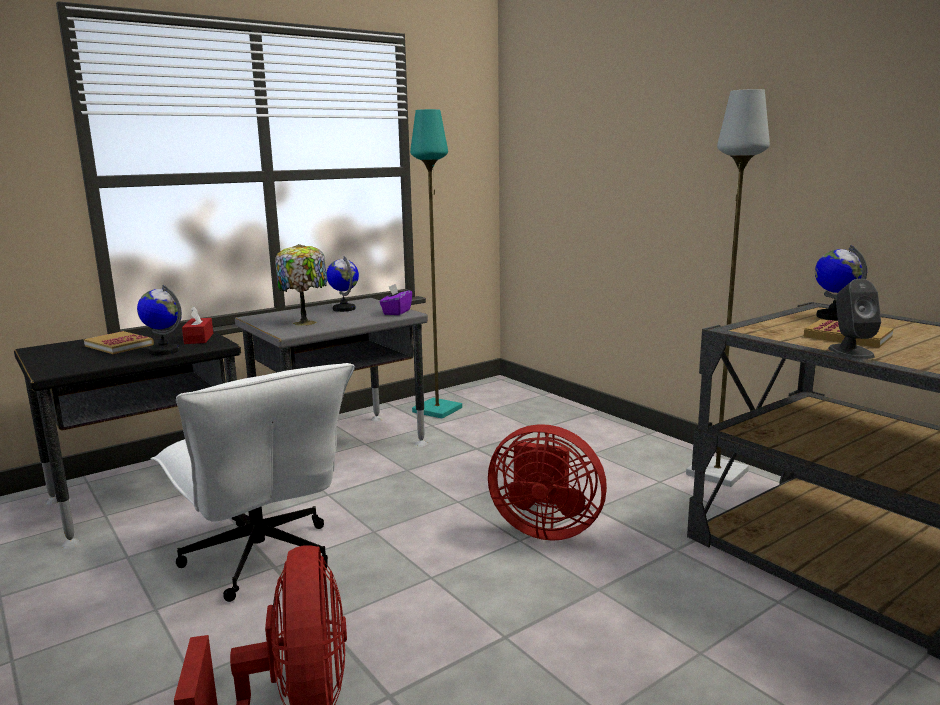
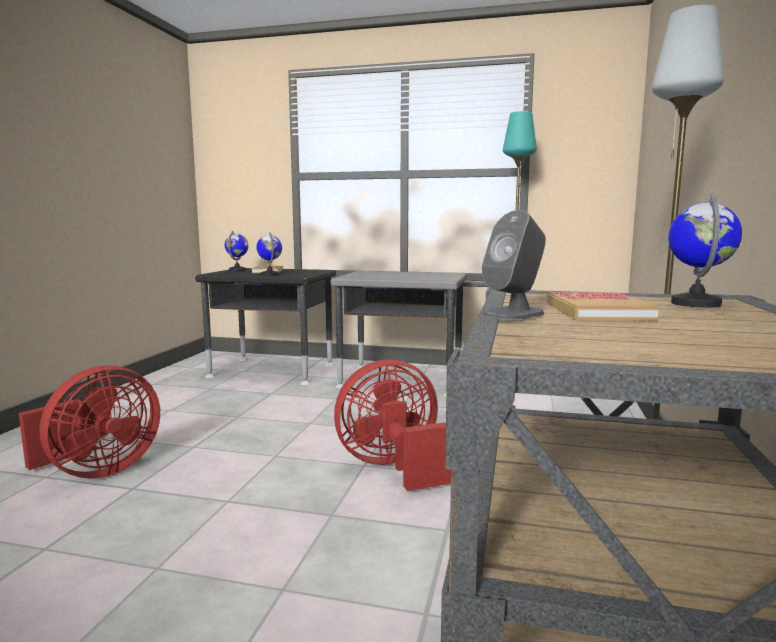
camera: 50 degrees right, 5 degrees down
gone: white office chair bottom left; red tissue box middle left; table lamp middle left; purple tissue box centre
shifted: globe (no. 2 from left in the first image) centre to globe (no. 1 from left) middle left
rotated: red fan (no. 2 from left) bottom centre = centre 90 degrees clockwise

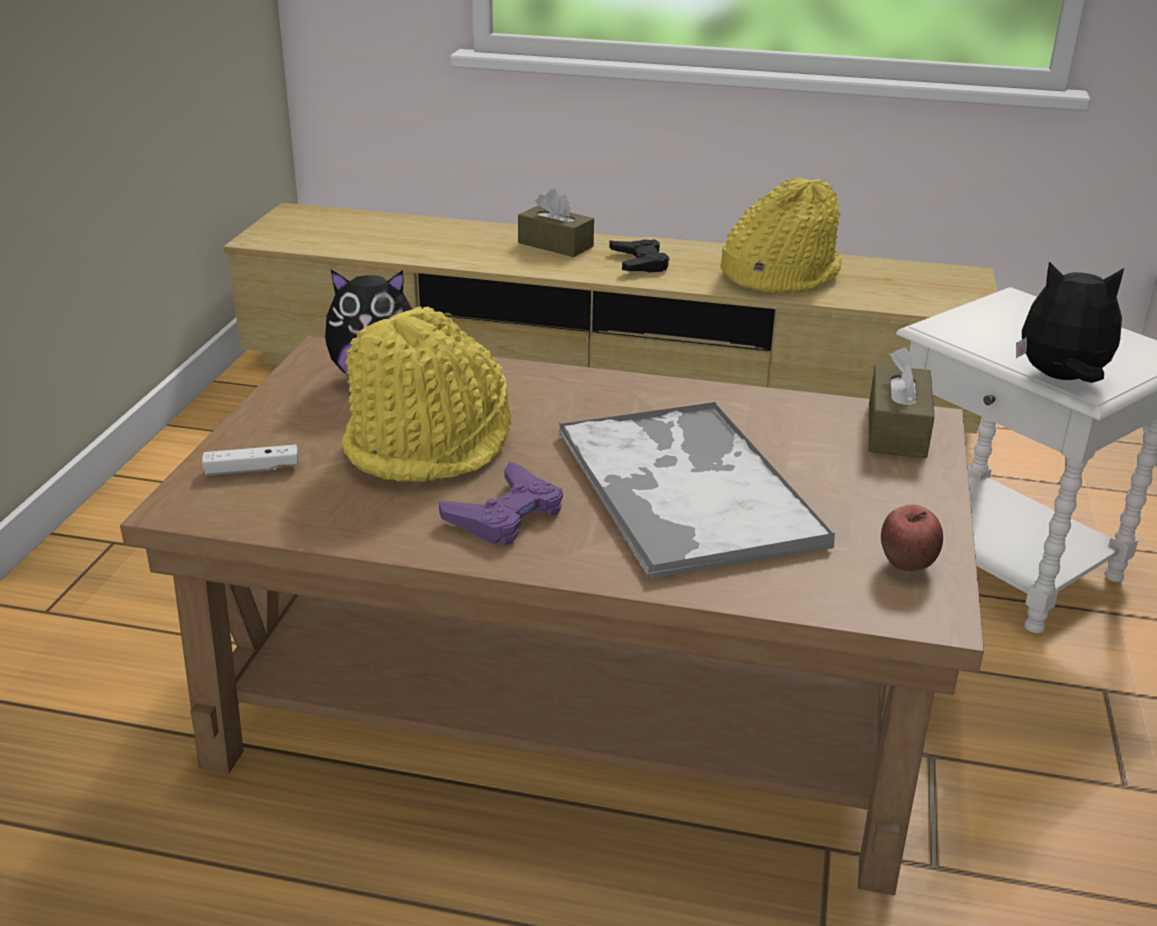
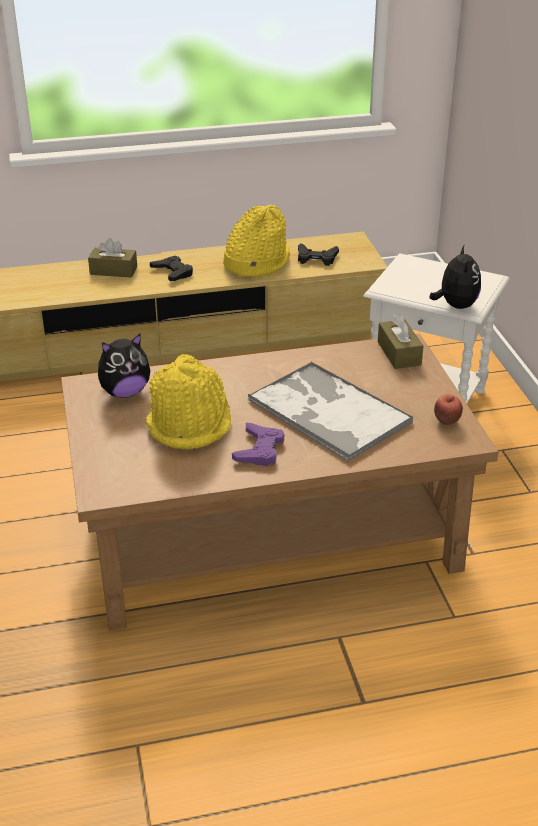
camera: 25 degrees left, 5 degrees up
gone: white game controller middle left
new: black game controller (no. 2 from left) top centre
rotated: plush toy (no. 2 from left) middle right = middle right 105 degrees clockwise

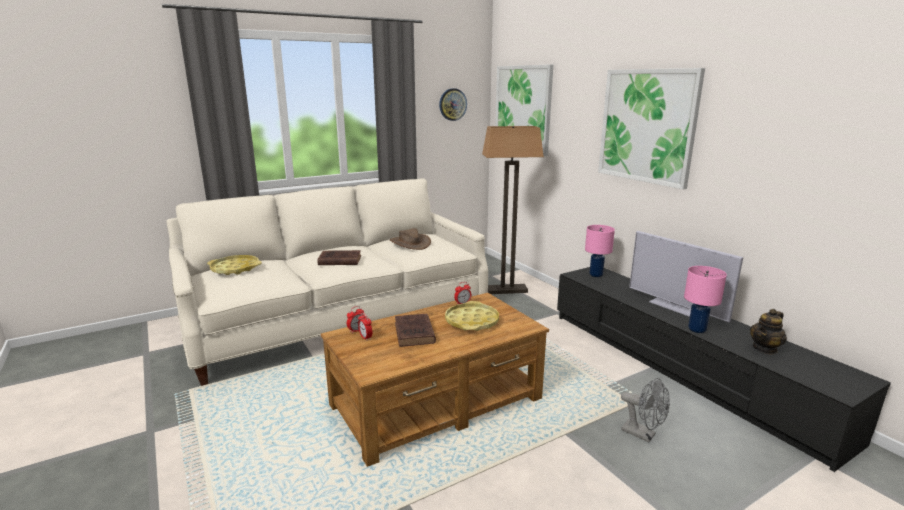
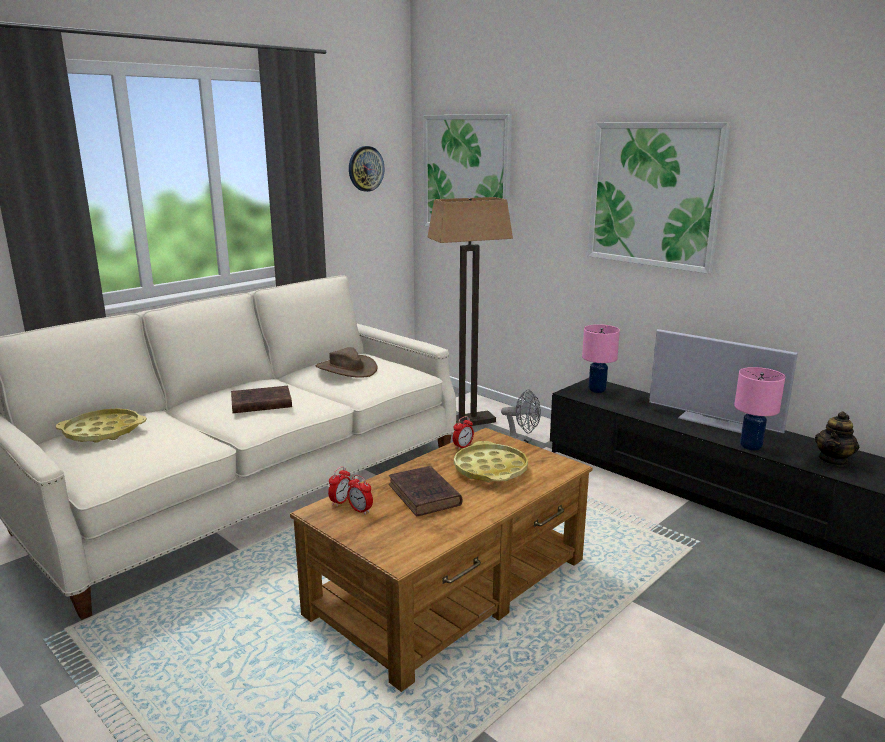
camera: 15 degrees left, 0 degrees up
shifted: grey fan bottom right to centre

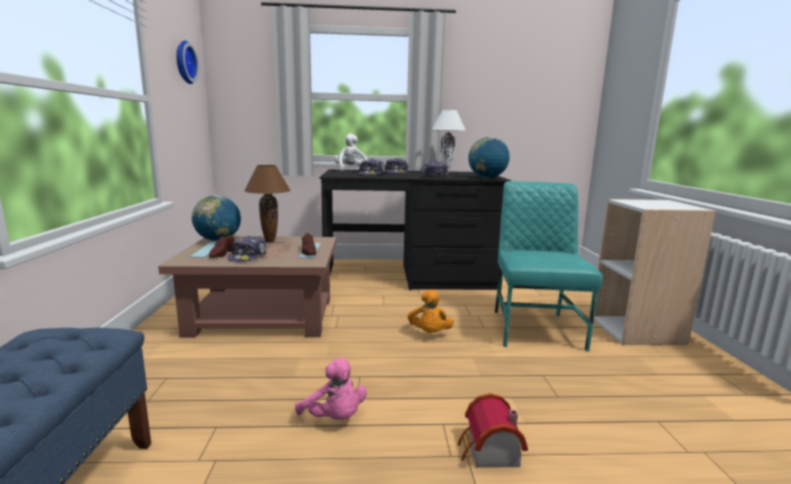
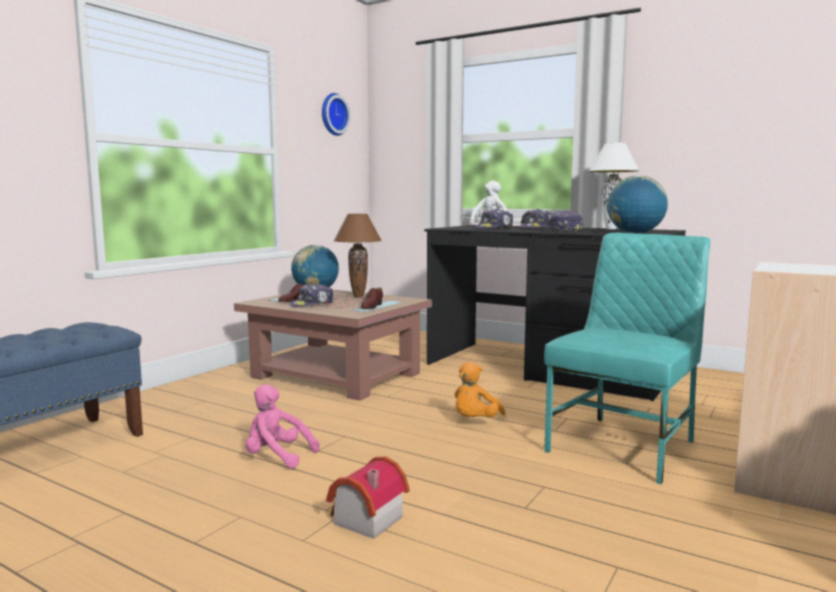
camera: 35 degrees right, 5 degrees down
rotated: pink plush toy bottom centre = bottom centre 120 degrees clockwise

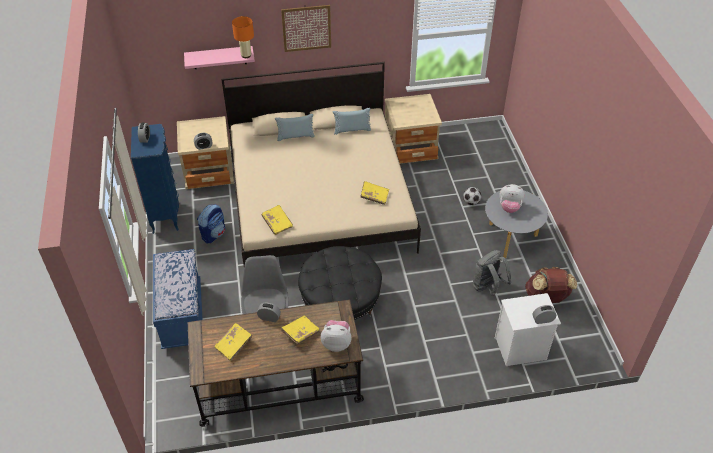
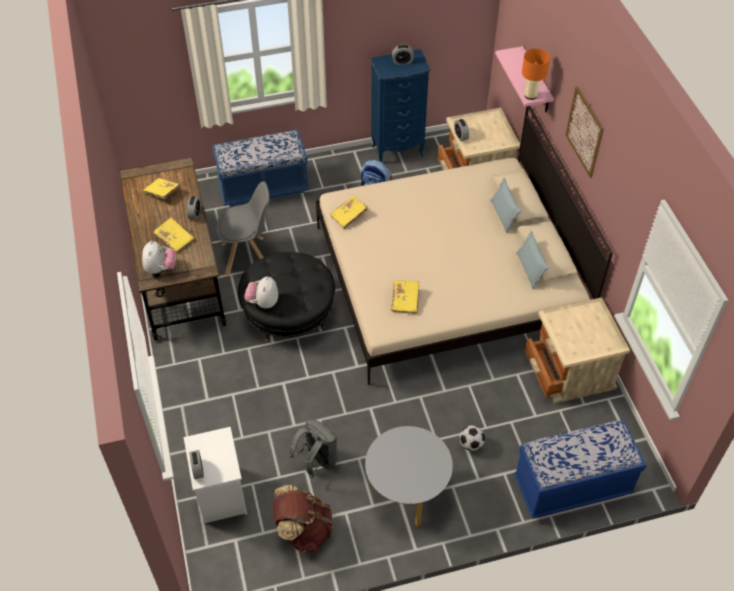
camera: 85 degrees right, 5 degrees up
new: blue bench (no. 2 from left) bottom right
shifted: plush toy (no. 2 from left) middle right to centre

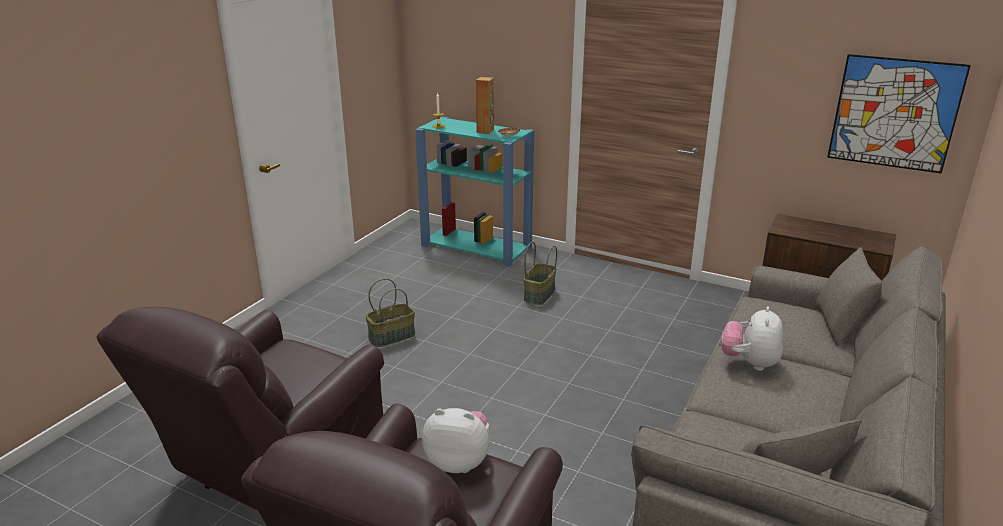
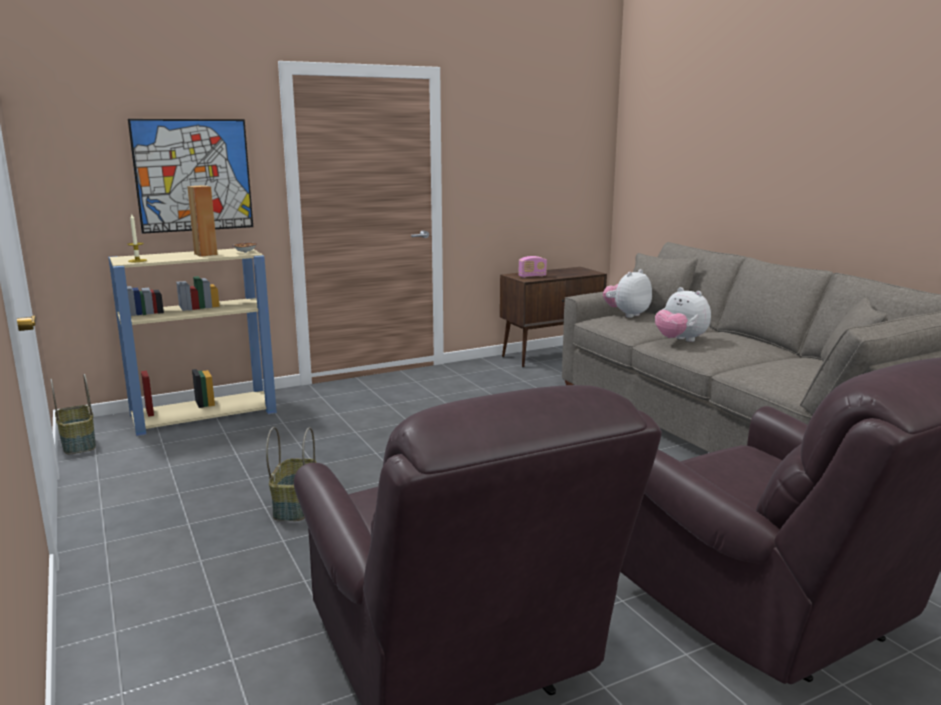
camera: 55 degrees left, 10 degrees down
new: radio centre
shifted: basket (no. 2 from left in the first image) centre to basket (no. 1 from left) middle left; picture top right to top left; plush toy (no. 1 from left) bottom centre to centre
repainted: turquoise bookcase centre to beige bookcase middle left

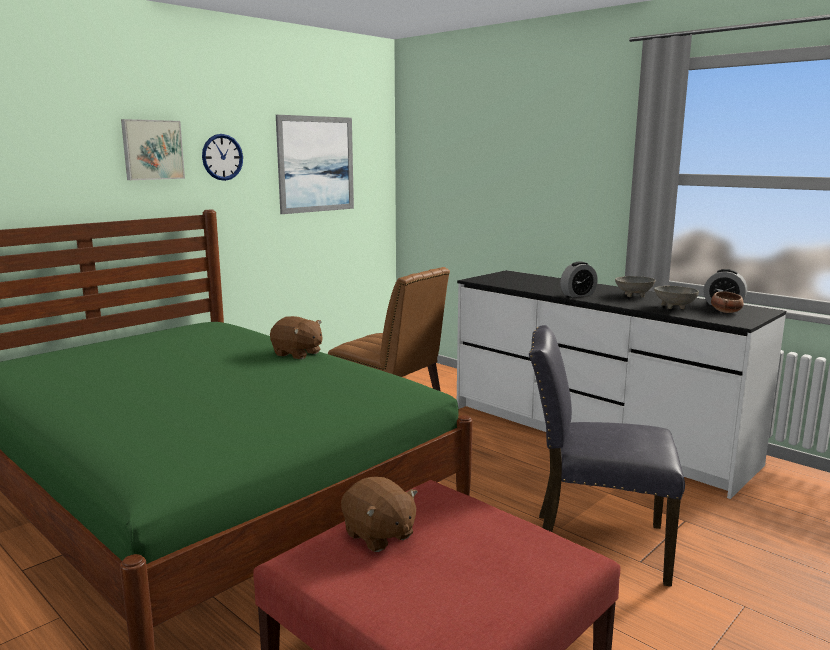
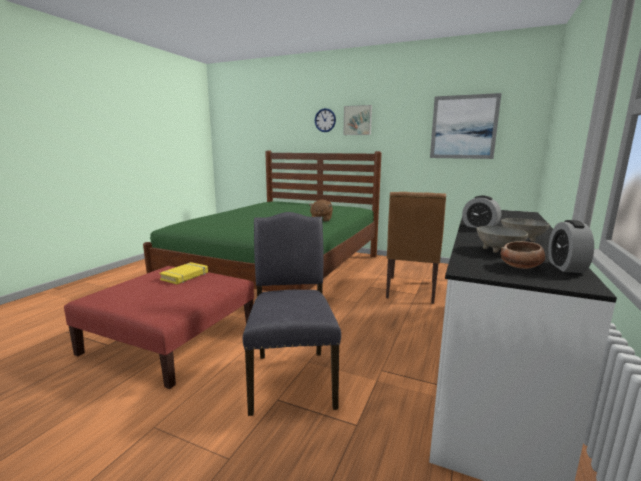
camera: 70 degrees right, 0 degrees up
shifted: wall clock top left to top centre
swapped: brown plush toy (no. 2 from left) bottom centre to yellow book middle left

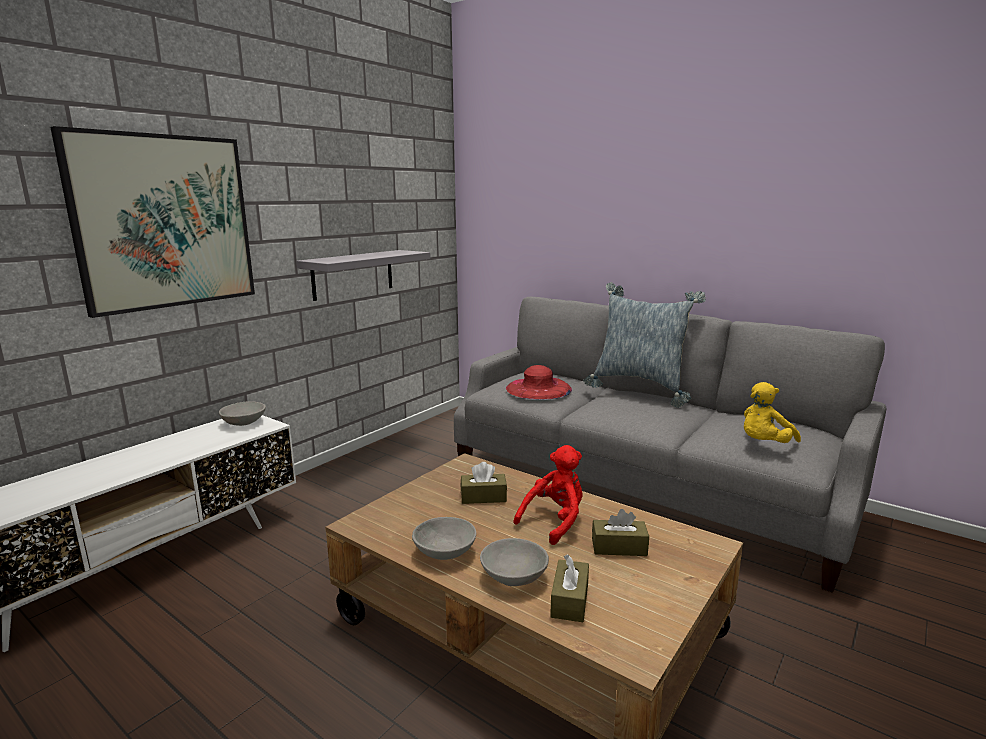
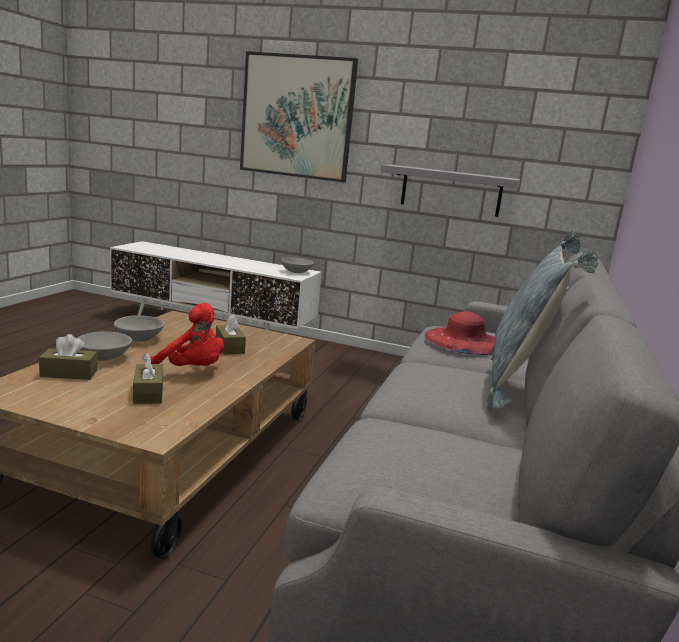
camera: 70 degrees right, 0 degrees up
gone: yellow plush toy middle right

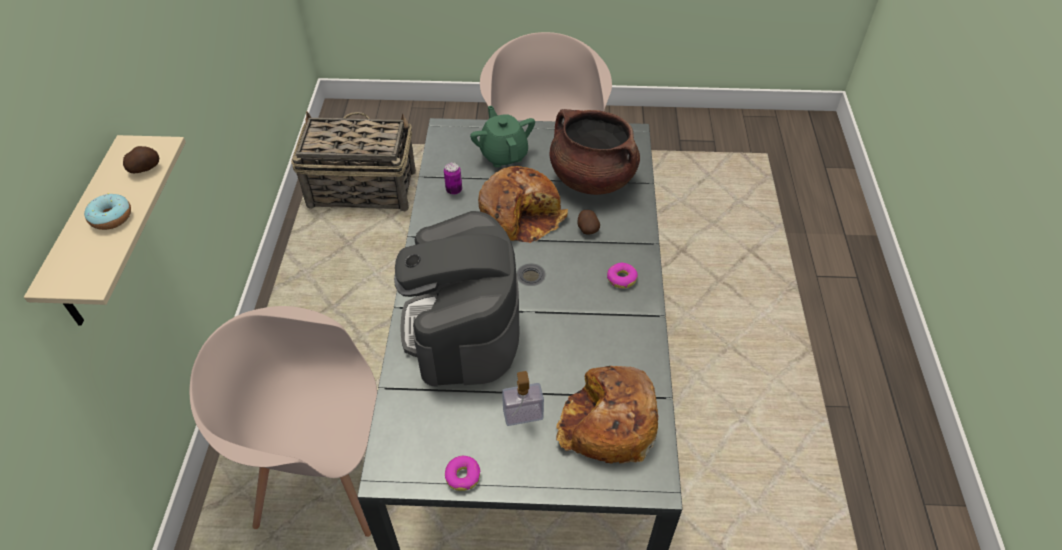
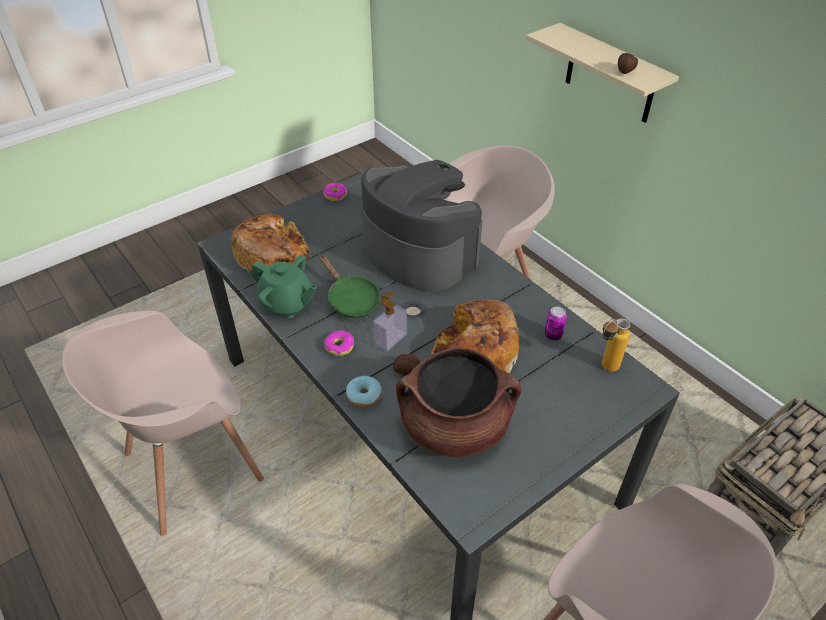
camera: 140 degrees right, 5 degrees down
new: beige chair (no. 1 from left) bottom left; green frying pan centre; bottle middle right
shifted: green teapot top centre to centre; donut (no. 1 from left in the first image) middle left to donut (no. 3 from left) centre; soap dispenser bottom centre to centre

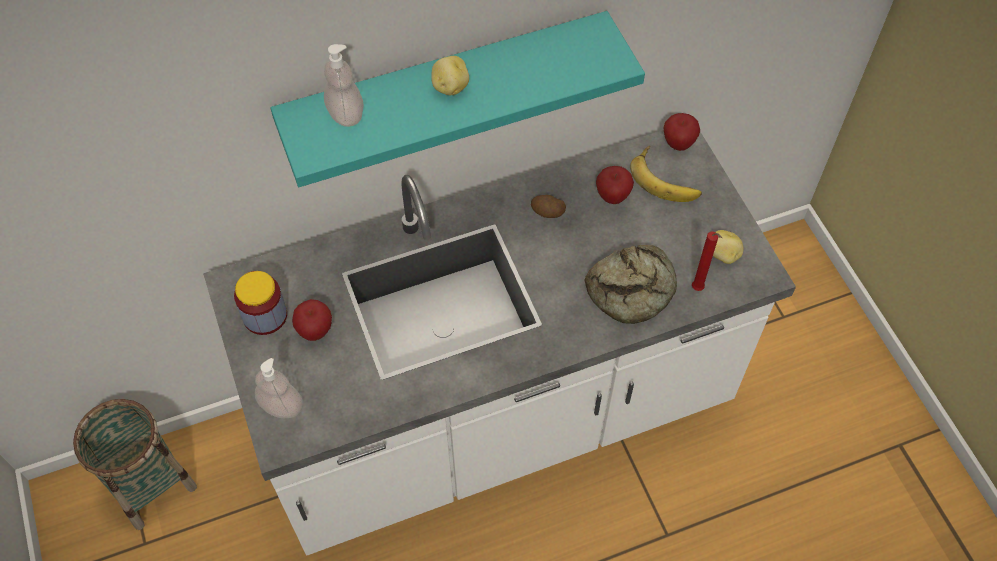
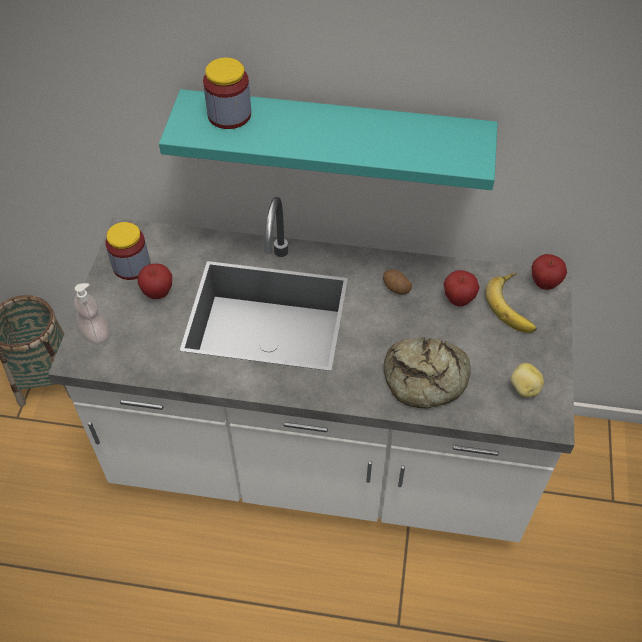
camera: 30 degrees right, 5 degrees down
gone: potato (no. 1 from left) top centre; red candle middle right
swapped: soap dispenser (no. 2 from left) top centre to jar (no. 2 from left) top centre

